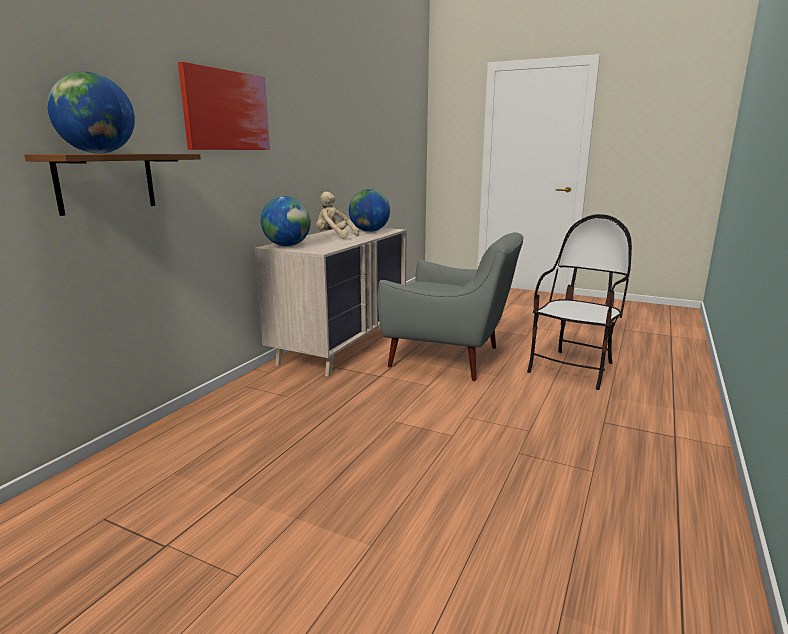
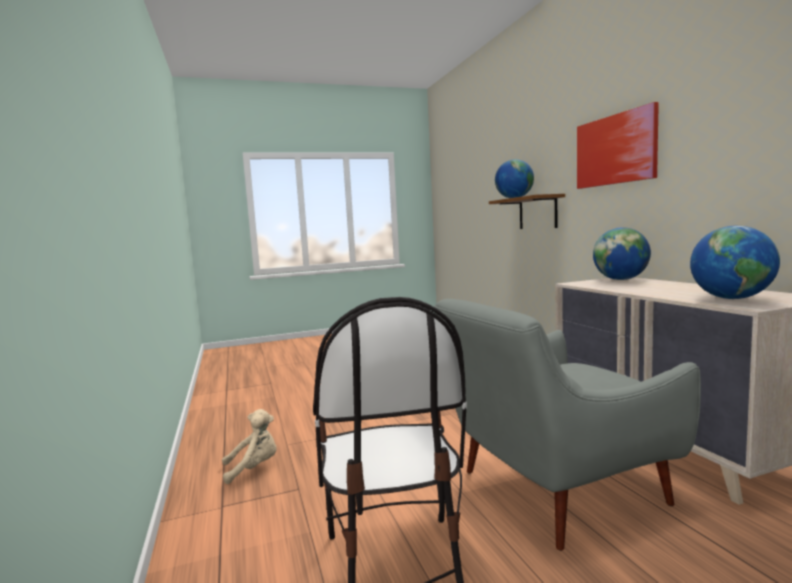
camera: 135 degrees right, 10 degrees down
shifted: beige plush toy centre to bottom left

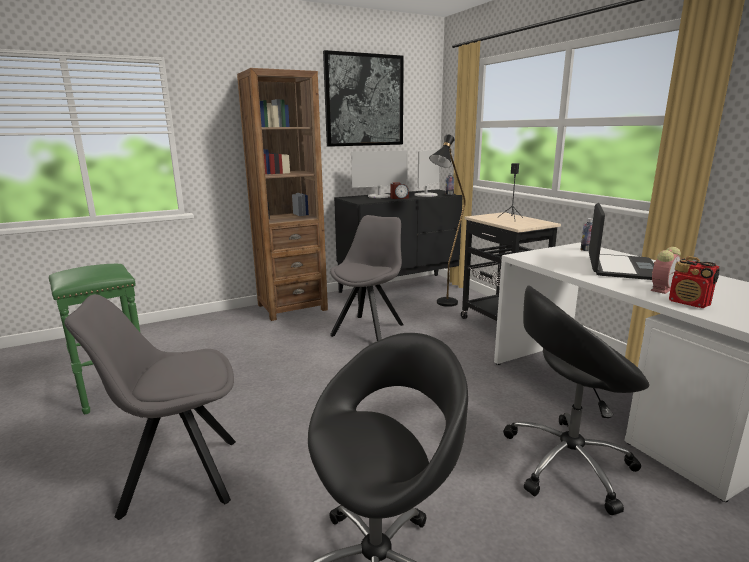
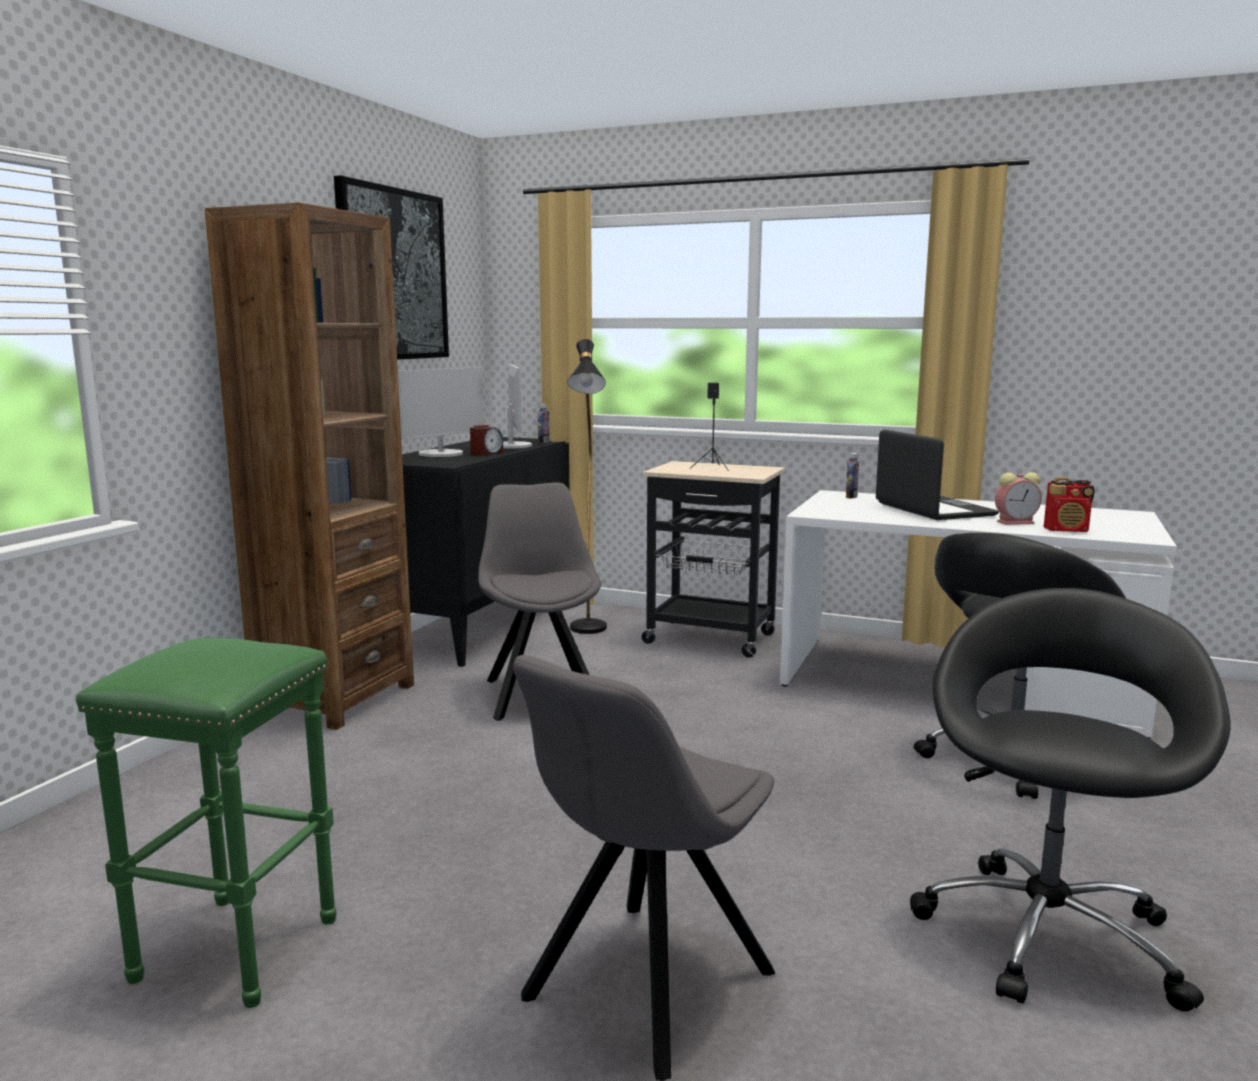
camera: 40 degrees left, 5 degrees down
rotated: alarm clock (no. 2 from left) middle right = middle right 75 degrees clockwise

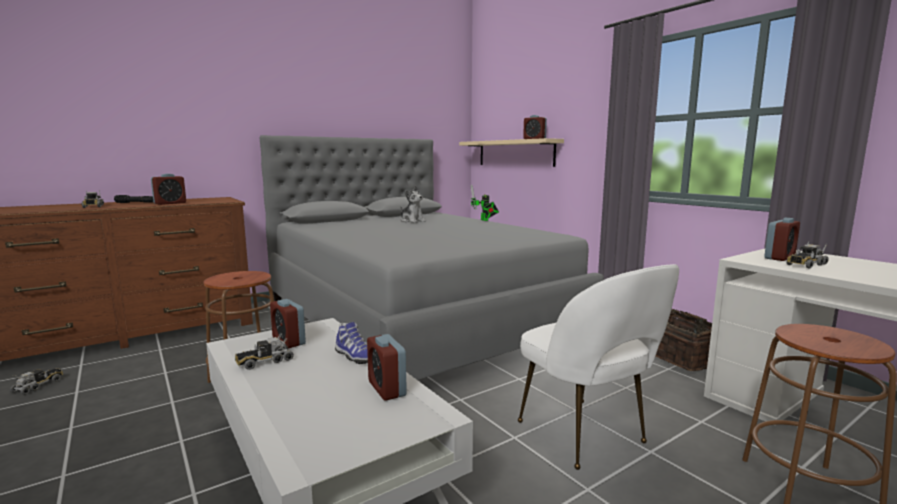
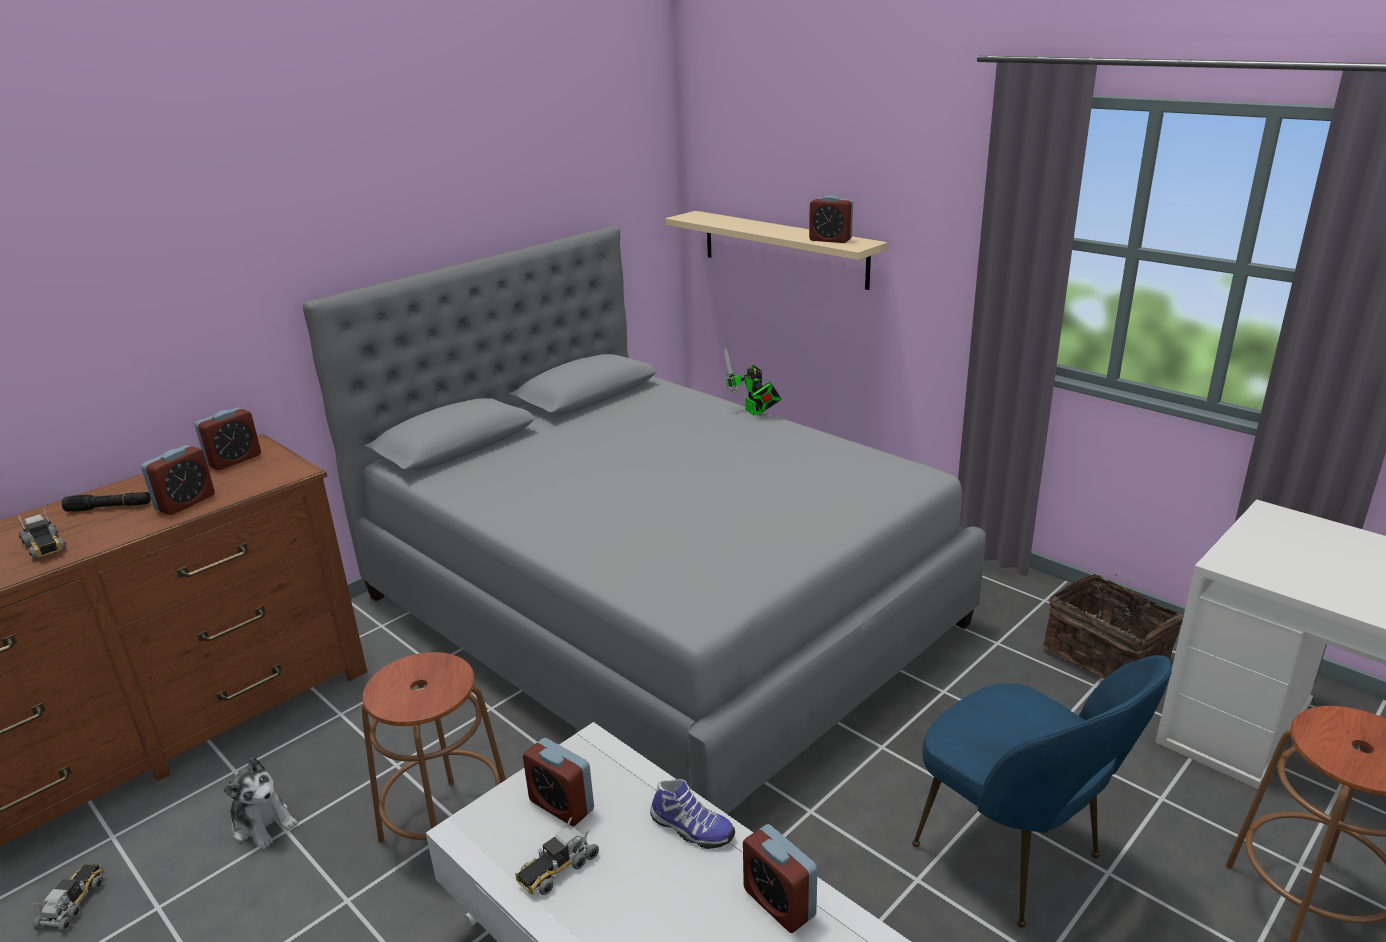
camera: 10 degrees left, 15 degrees up
gone: toy truck (no. 4 from left) middle right
shifted: alarm clock (no. 5 from left in the first image) middle right to alarm clock (no. 2 from left) middle left; plush toy centre to bottom left
repainted: white chair bottom right to blue chair bottom right

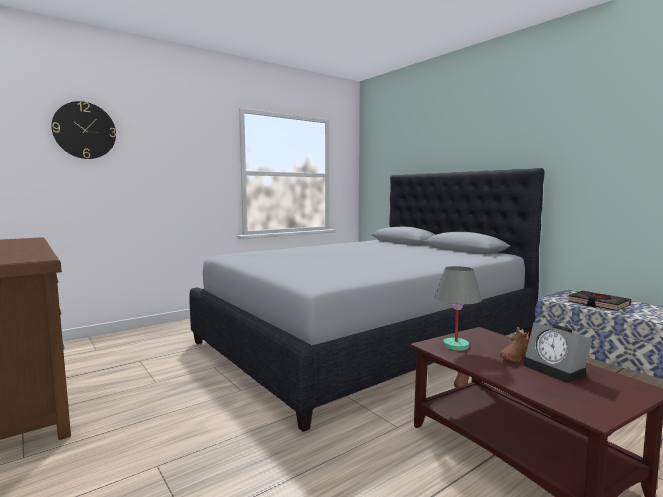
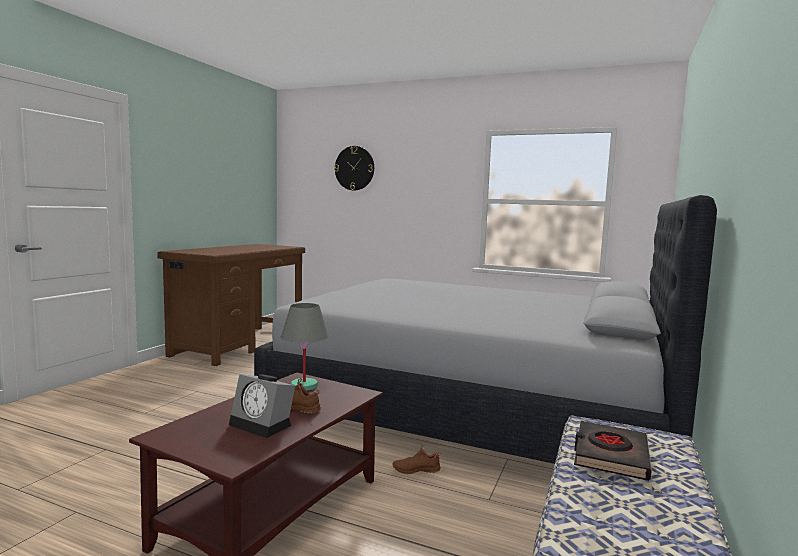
camera: 60 degrees right, 0 degrees up
rotated: alarm clock bottom right = bottom left 90 degrees counterclockwise

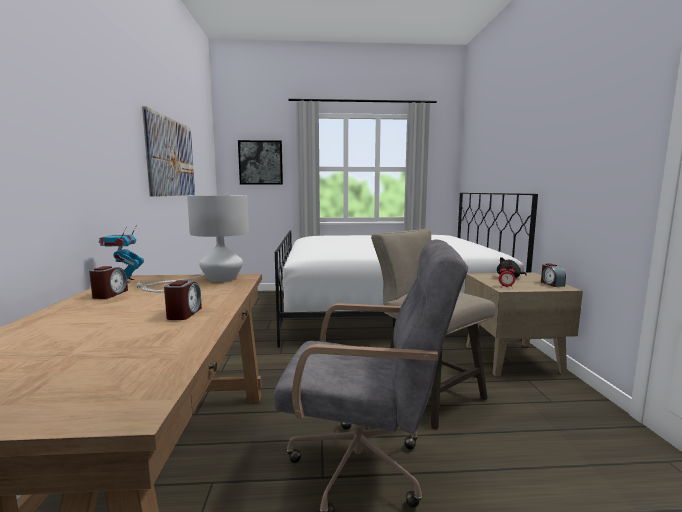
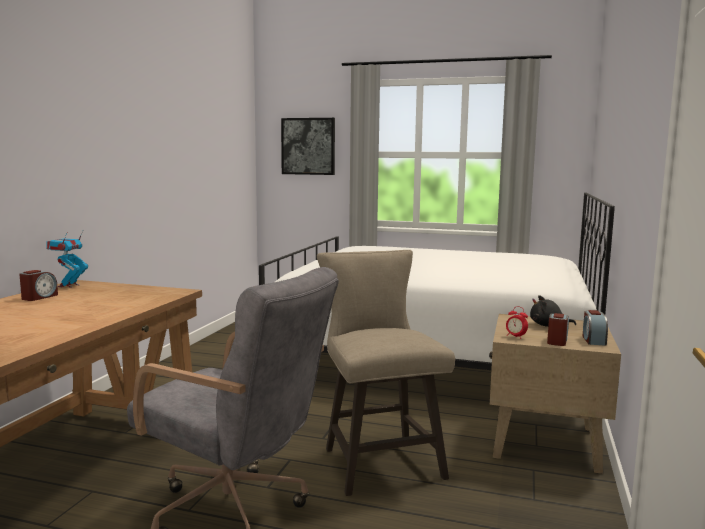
camera: 20 degrees right, 0 degrees up
gone: white table lamp middle left; picture (no. 1 from left) top left
shifted: alarm clock (no. 2 from left in the first image) middle left to alarm clock (no. 3 from left) middle right

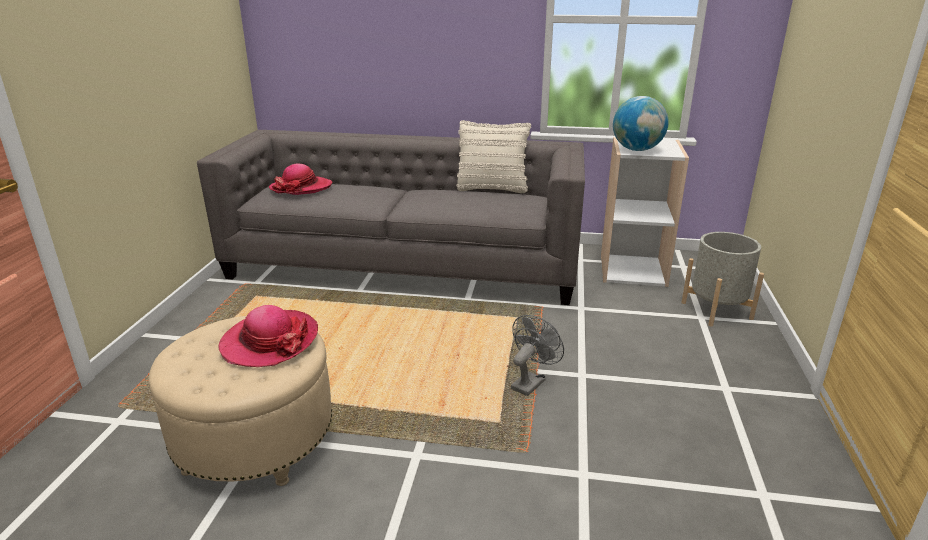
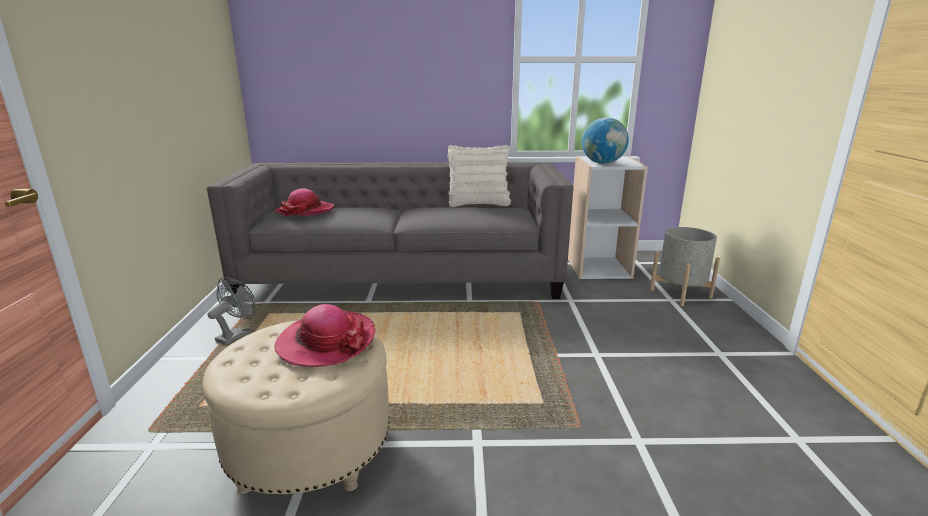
camera: 10 degrees left, 5 degrees down
shifted: grey fan centre to middle left

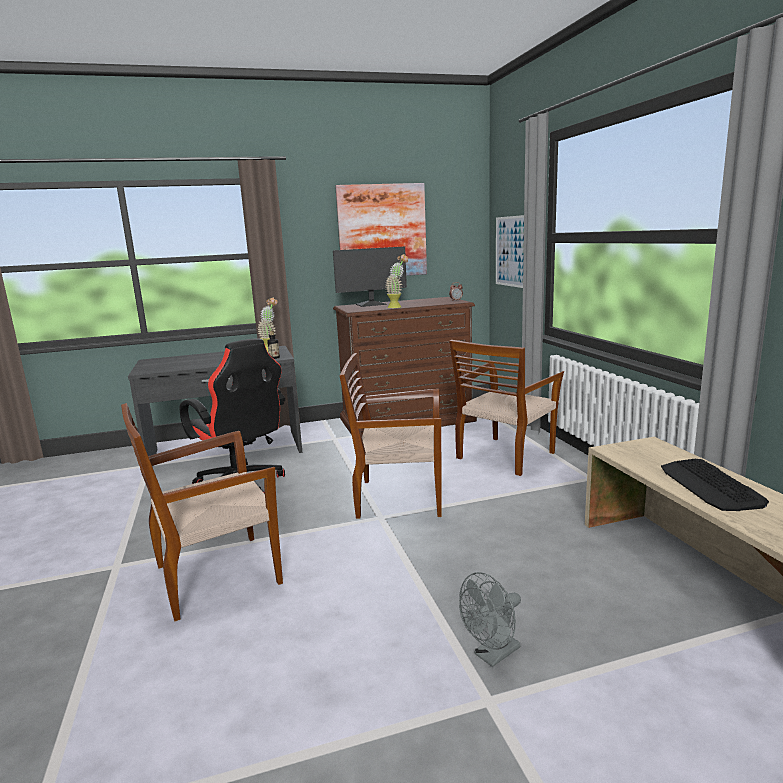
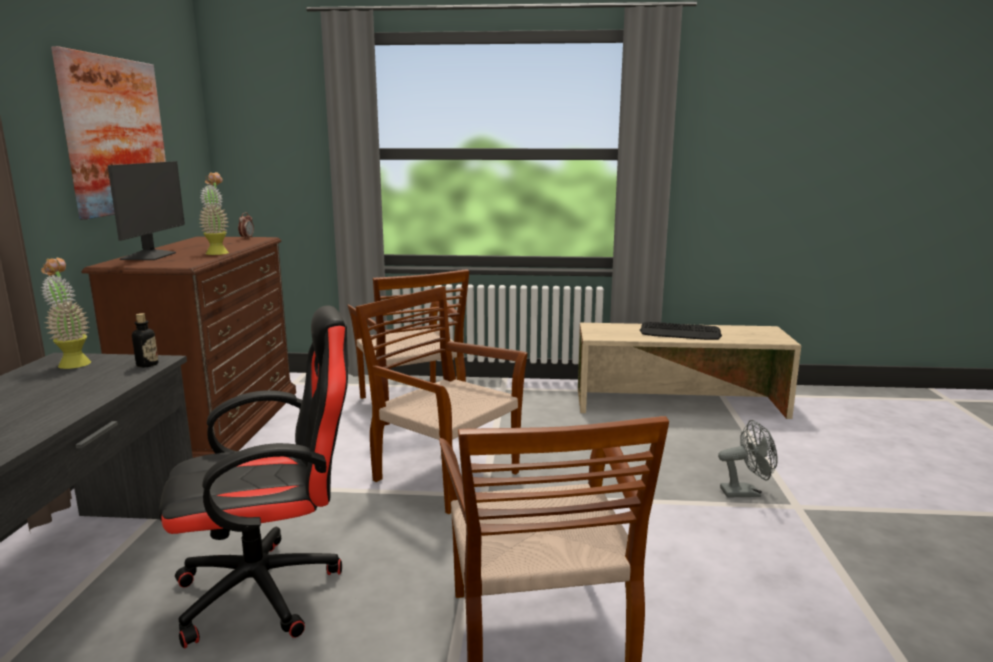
camera: 70 degrees left, 0 degrees up
gone: picture (no. 2 from left) top centre
rotated: brown armchair (no. 2 from left) centre = centre 105 degrees clockwise; grey fan bottom centre = bottom right 75 degrees counterclockwise

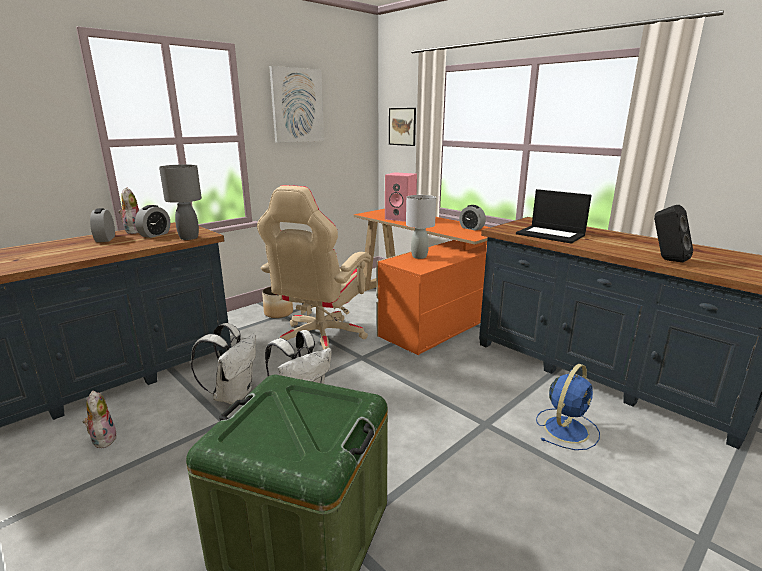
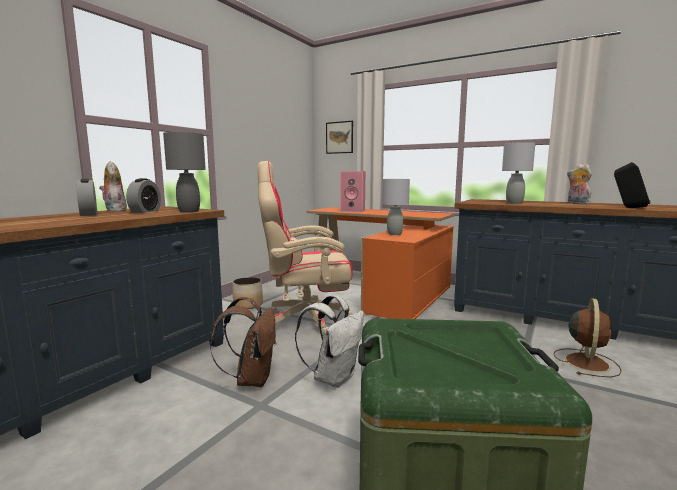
camera: 15 degrees left, 10 degrees down
gone: picture (no. 1 from left) top centre; alarm clock (no. 3 from left) centre
shifted: plush toy (no. 1 from left in the first image) bottom left to plush toy (no. 2 from left) middle right
swapped: laptop middle right to grey table lamp (no. 3 from left) middle right
repainted: white backpack (no. 1 from left) middle left to brown backpack bottom centre; blue fan bottom right to brown fan bottom right
rotated: beige office chair centre = centre 75 degrees clockwise

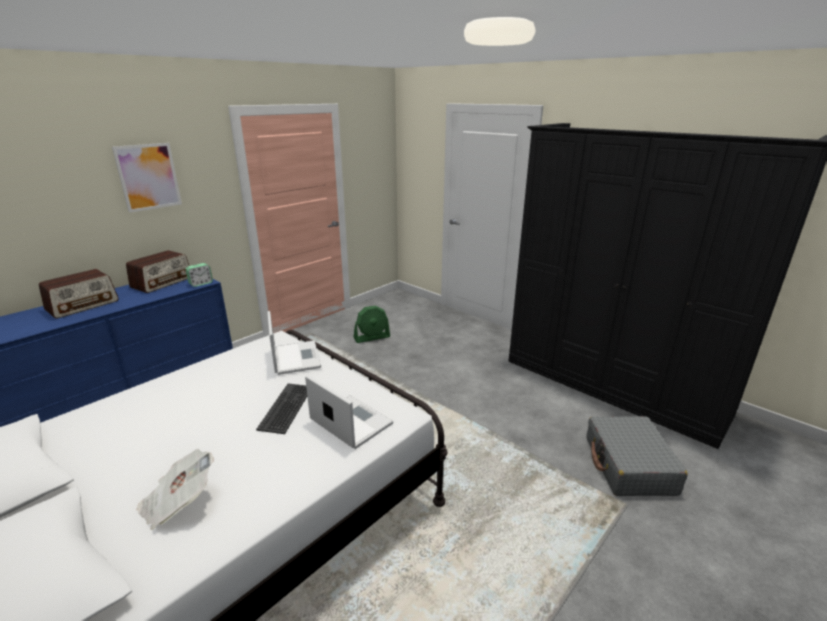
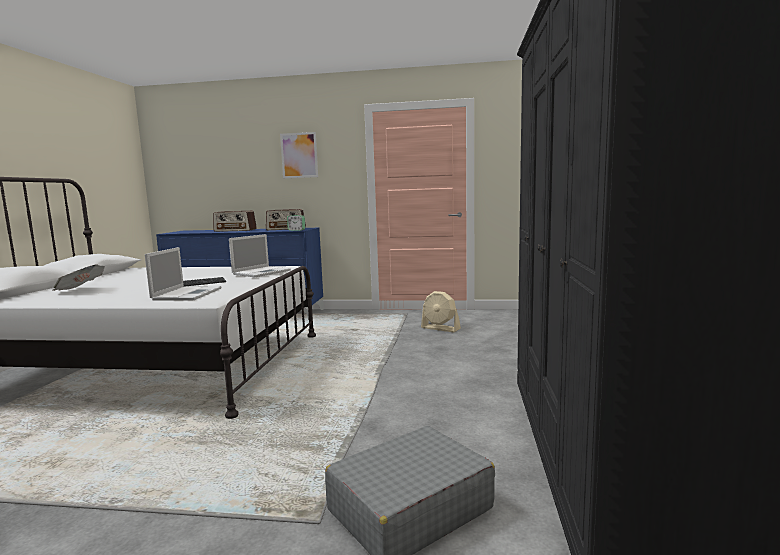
camera: 55 degrees right, 15 degrees down
repainted: green fan centre to beige fan centre

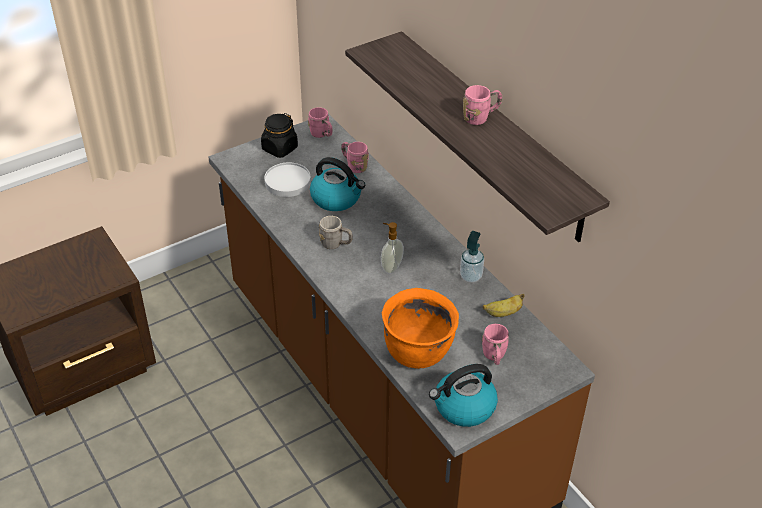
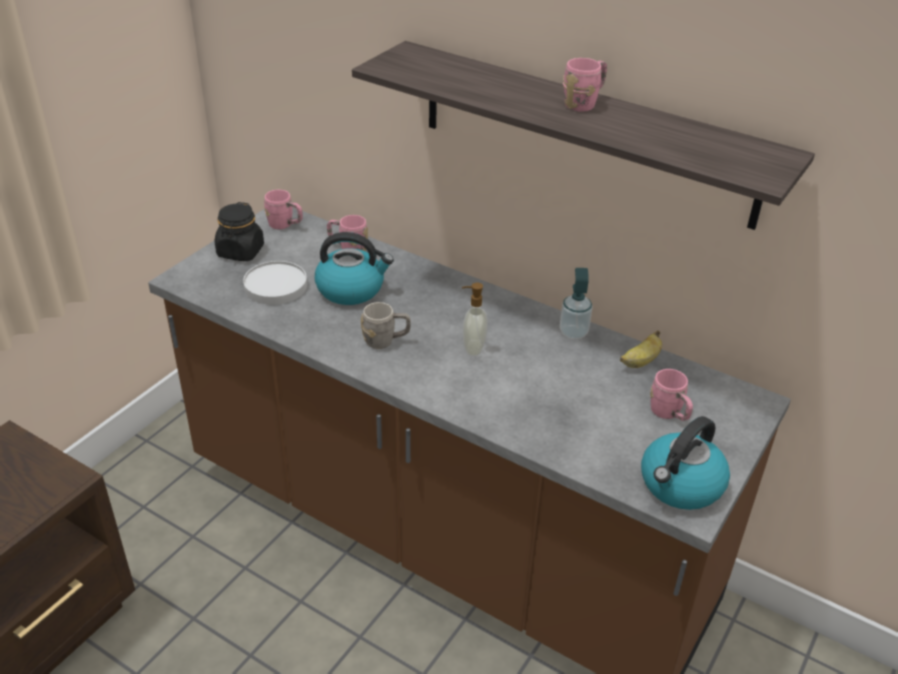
camera: 25 degrees left, 5 degrees down
gone: orange cooking pot centre

